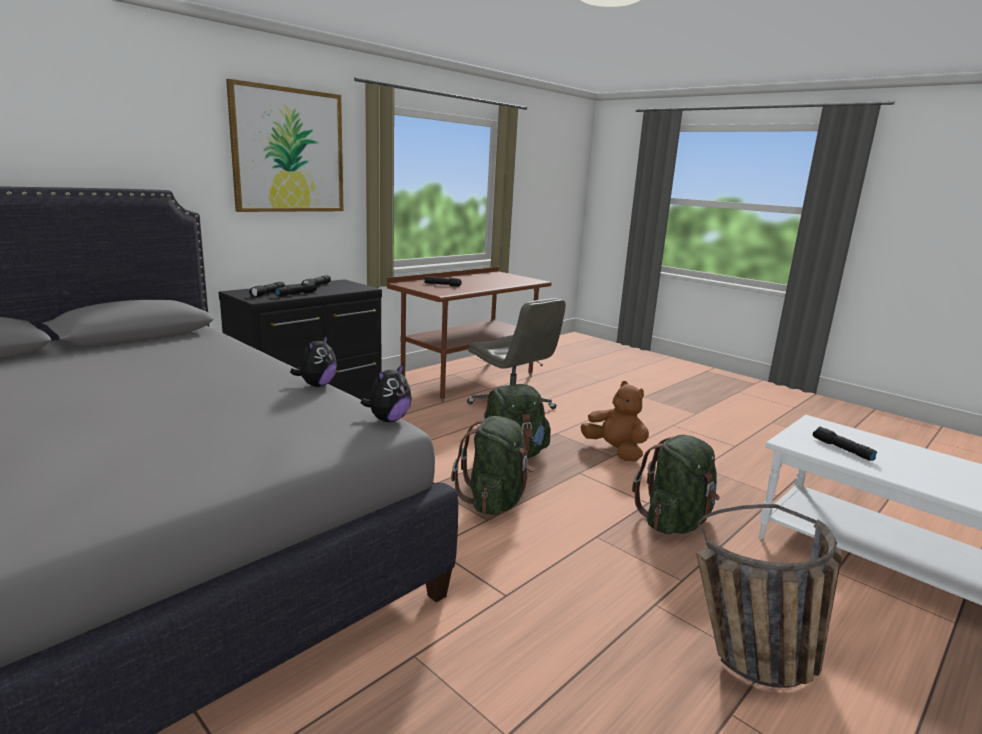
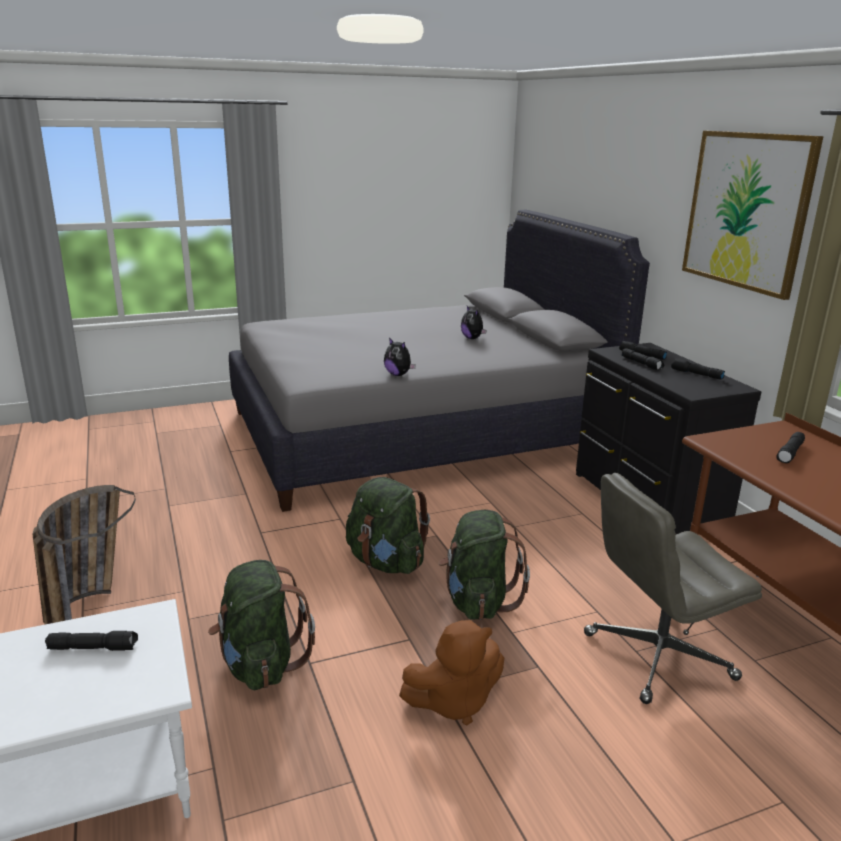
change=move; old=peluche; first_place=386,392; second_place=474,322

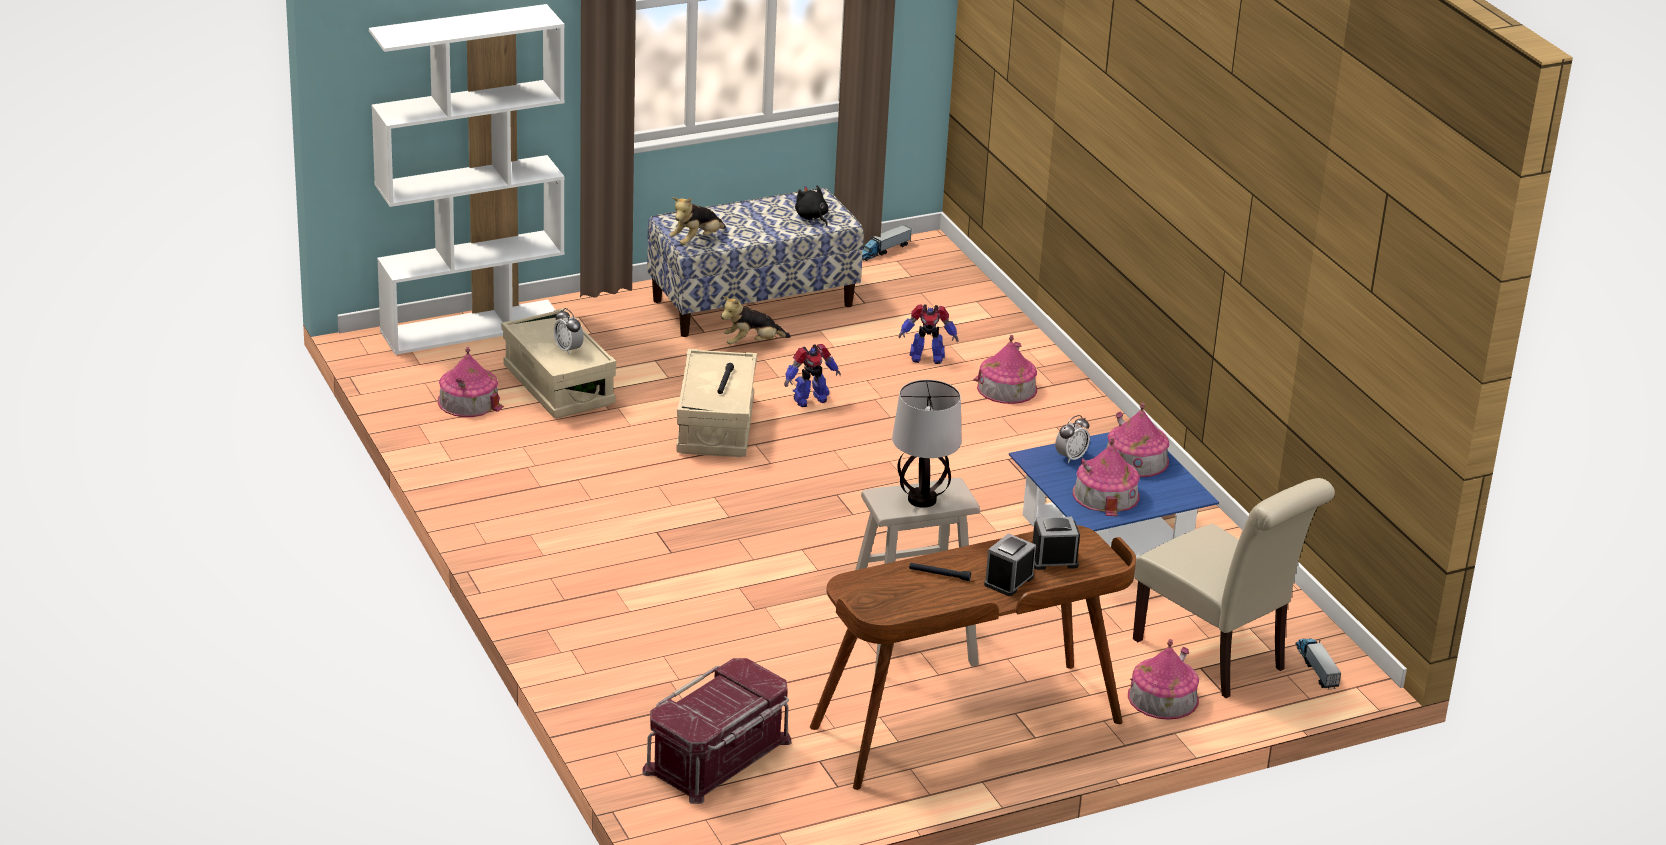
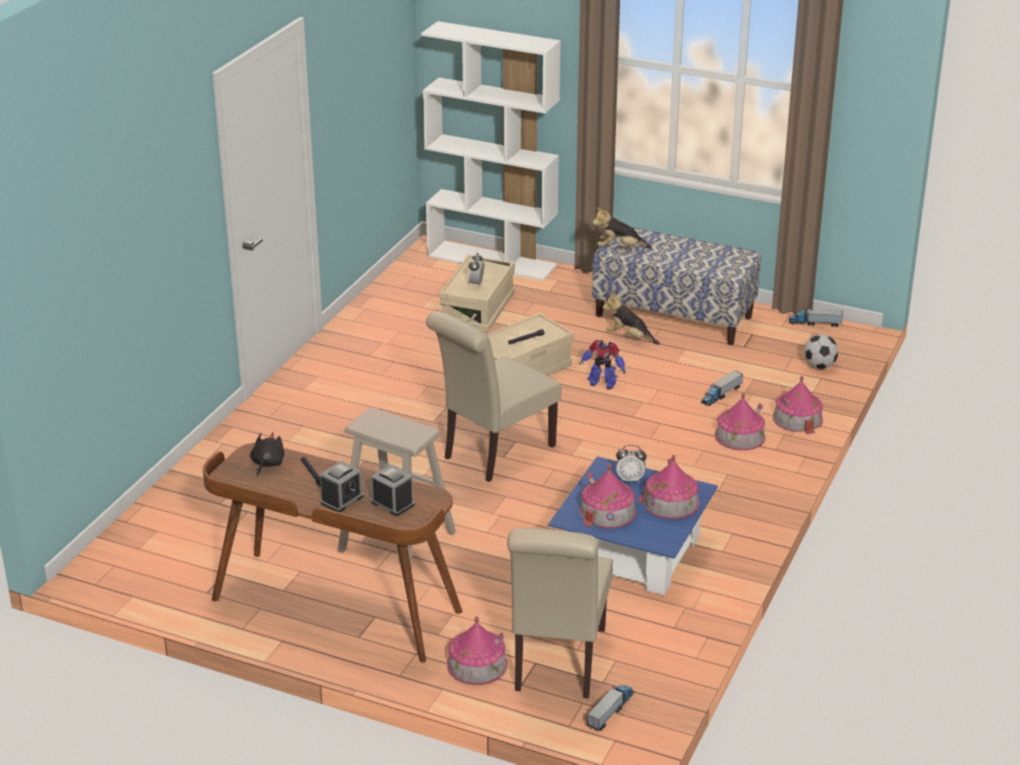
change=move; old=maison miniature; first_place=471,382; second_place=798,405
change=delete; old=boîte de rangement (rouge); first_place=717,731
change=move; old=peluche (noir); first_place=812,205; second_place=267,454
change=delete; old=lampe de table; first_place=926,444
change=replace; old=robot jouet; new=camion jouet; first_place=928,334; second_place=722,388
change=rotate; old=réveil; first_place=1010,564; second_place=342,486; degrees=135
change=insert; new=chaise (beige); second_place=494,396
change=insert; new=ballon de foot; second_place=821,351

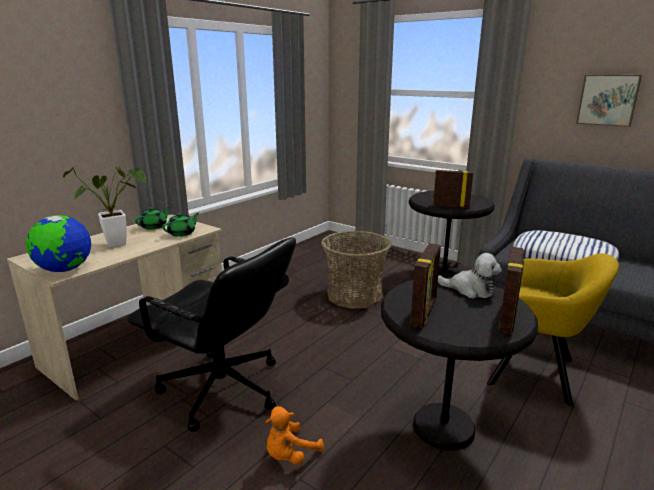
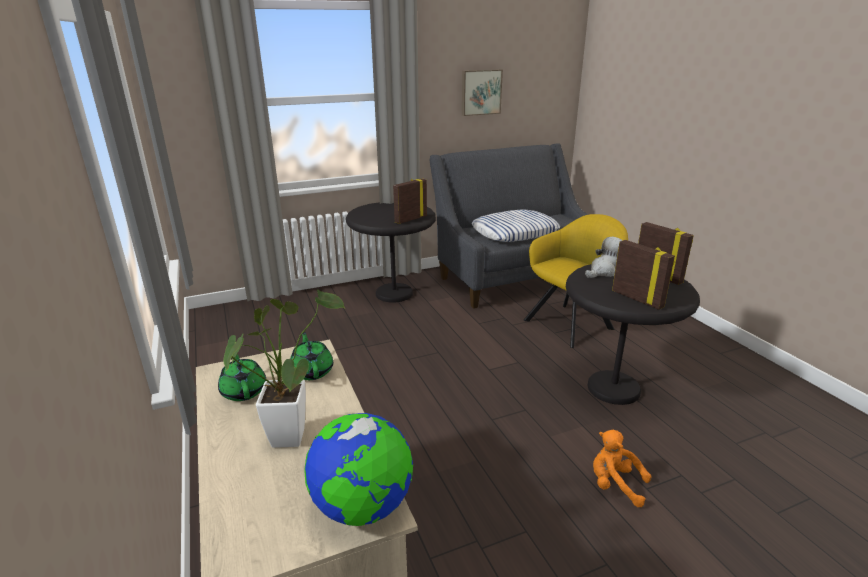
change=delete; old=chaise de bureau (noir); first_place=211,334
change=rotate; old=peluche (orange); first_place=294,435; second_place=622,468; degrees=135
change=delete; old=panier; first_place=356,270

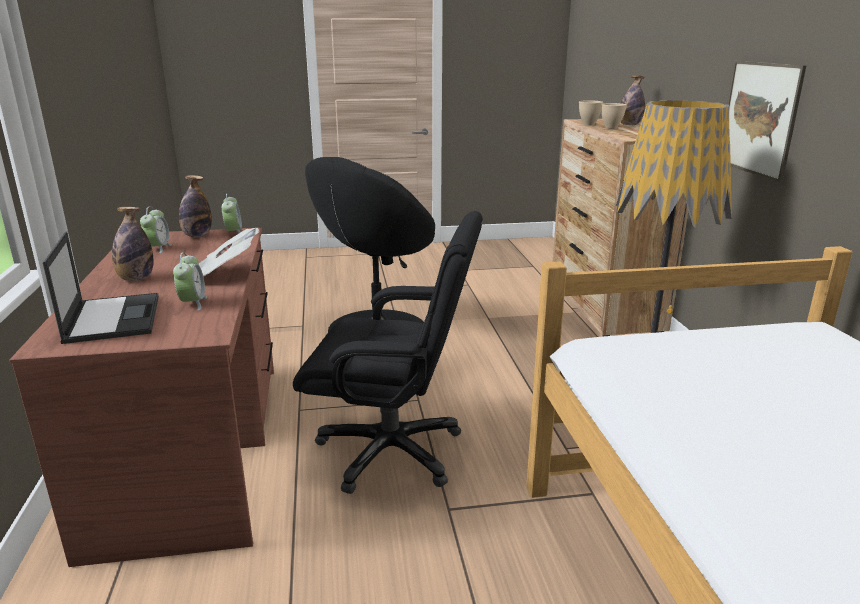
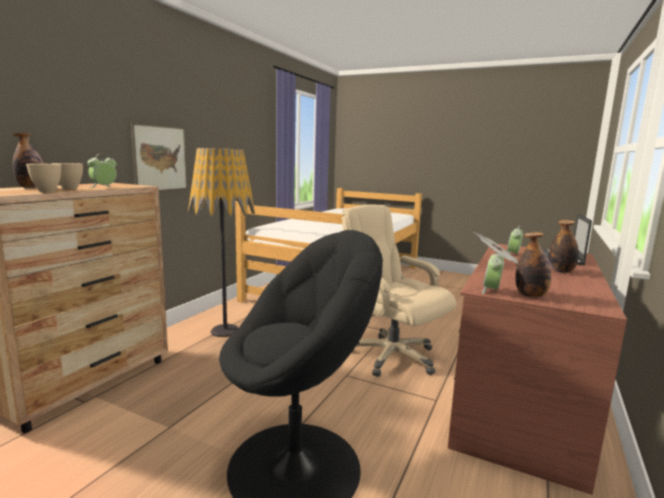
change=move; old=réveil; first_place=156,229; second_place=102,170
change=recolor; old=chaise de bureau (noir); new=chaise de bureau (beige); first_place=388,352; second_place=399,291

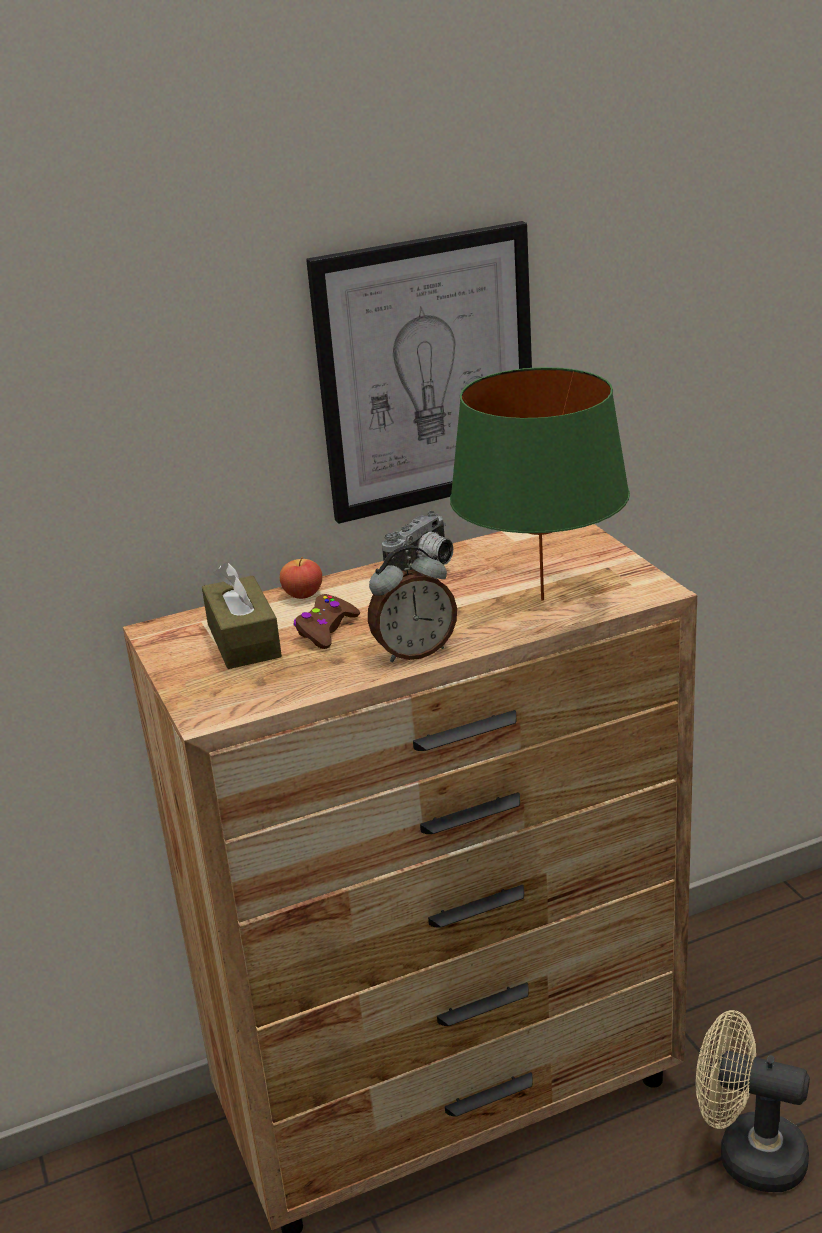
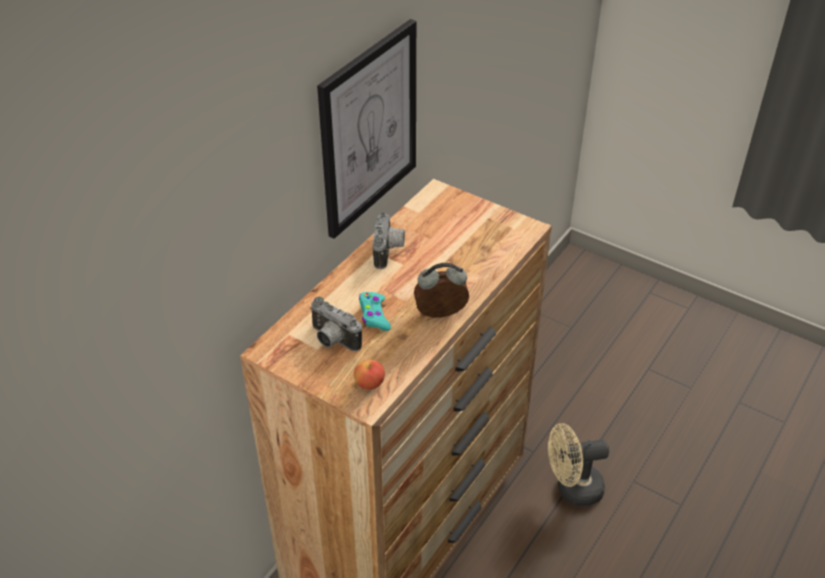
change=replace; old=boîte à mouchoirs (marron); new=appareil photo; first_place=242,615; second_place=335,324
change=move; old=pomme; first_place=301,578; second_place=369,375
change=recolor; old=manette (marron); new=manette (turquoise); first_place=327,621; second_place=375,311
change=rotate; old=réveil; first_place=412,603; second_place=441,290; degrees=-135
change=delete; old=lampe de table (vert); first_place=540,484

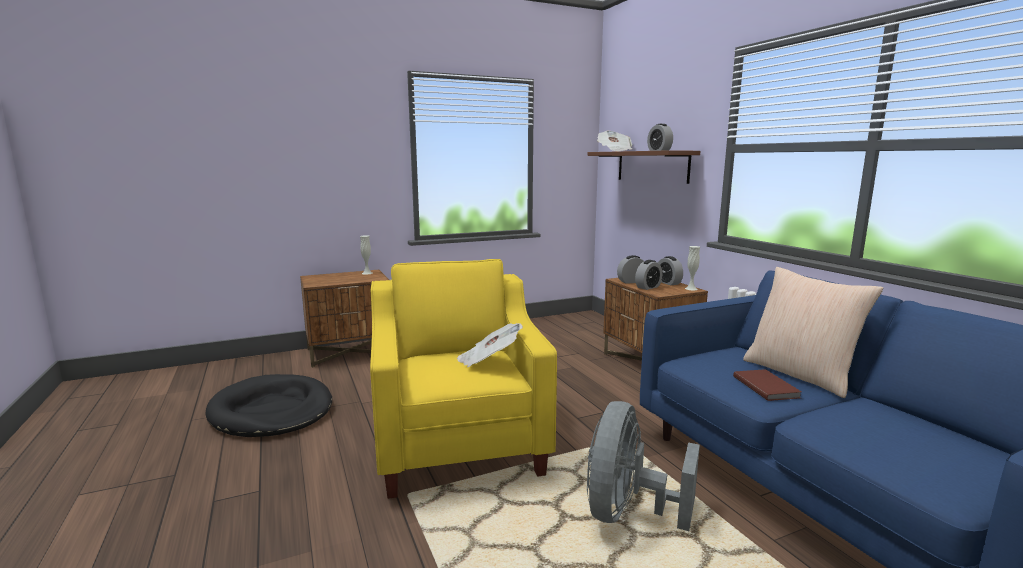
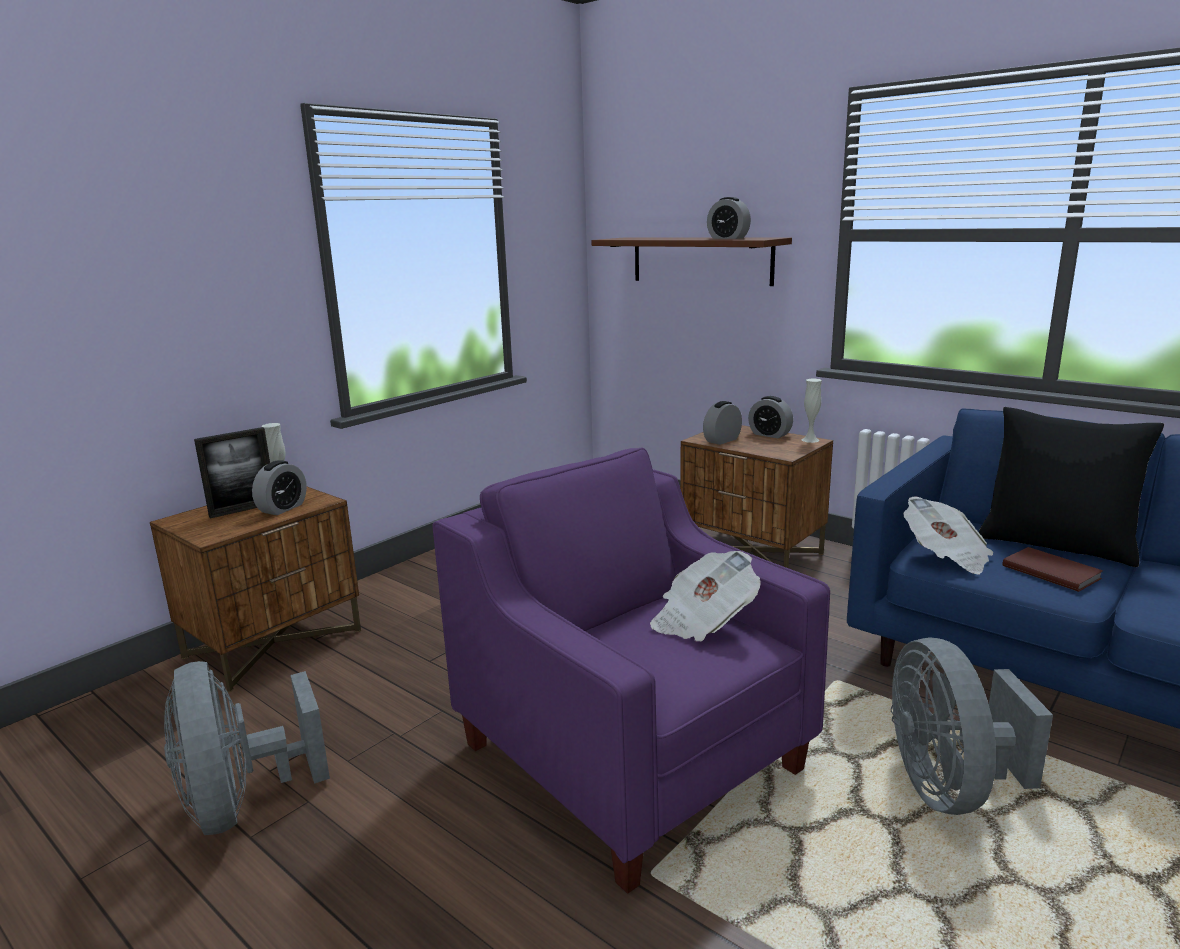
change=replace; old=panier pour chien (noir); new=ventilateur (gris); first_place=269,405; second_place=247,748
change=recolor; old=fauteuil (jaune); new=fauteuil (violet); first_place=463,379; second_place=631,670
change=move; old=journal; first_place=614,141; second_place=948,535
change=move; old=réveil; first_place=648,275; second_place=279,487
change=recolor; old=coussin (beige); new=coussin (noir); first_place=813,332; second_place=1071,487
change=insert; new=cadre photo; second_place=232,473

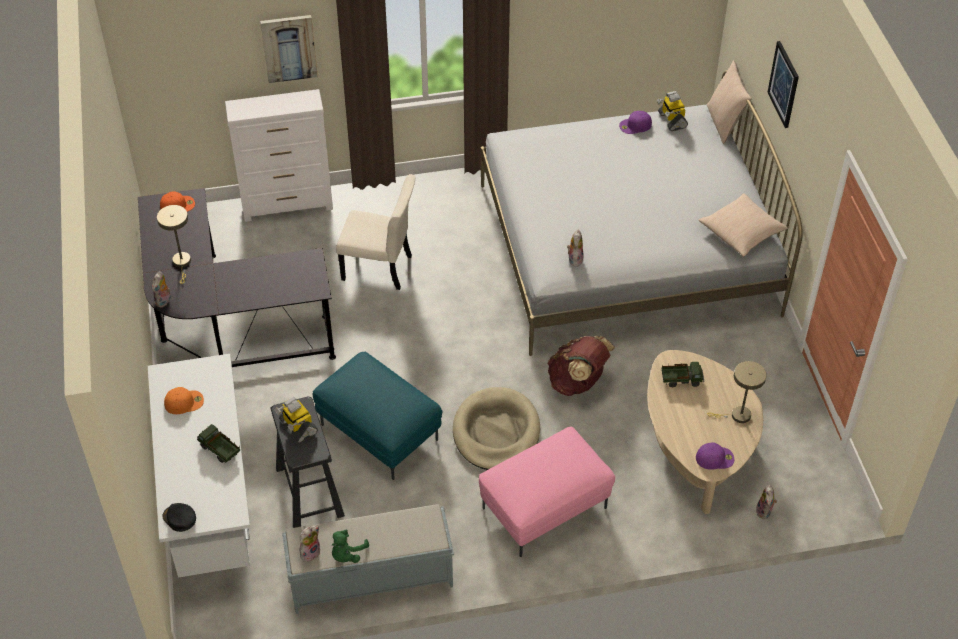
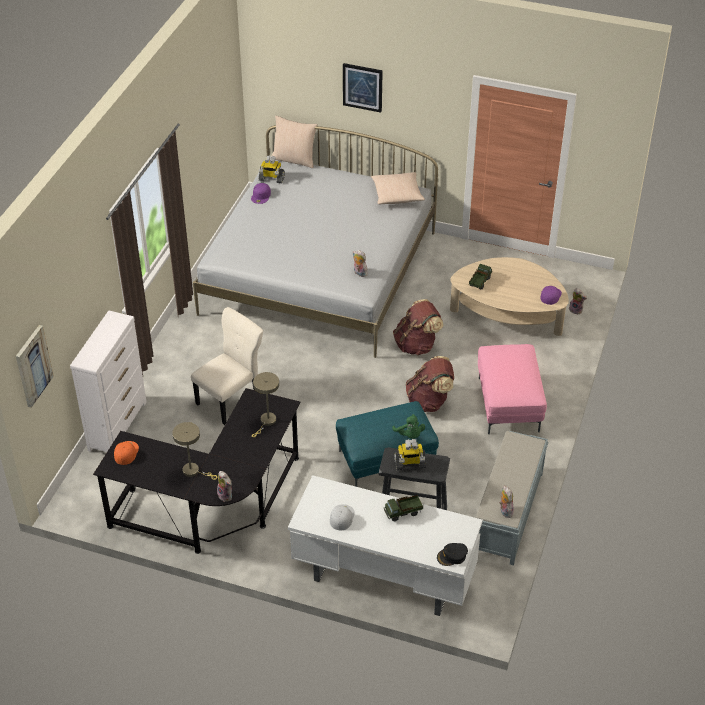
change=recolor; old=casquette (orange); new=casquette (blanc); first_place=184,400; second_place=342,517
change=move; old=tableau; first_place=289,49; second_place=35,366
change=move; old=peluche (vert); first_place=350,546; second_place=408,426
change=replace; old=panier pour chien (beige); new=sac à dos (marron); first_place=496,428; second_place=430,384
change=move; old=lampe de table (beige); first_place=737,392; second_place=265,404

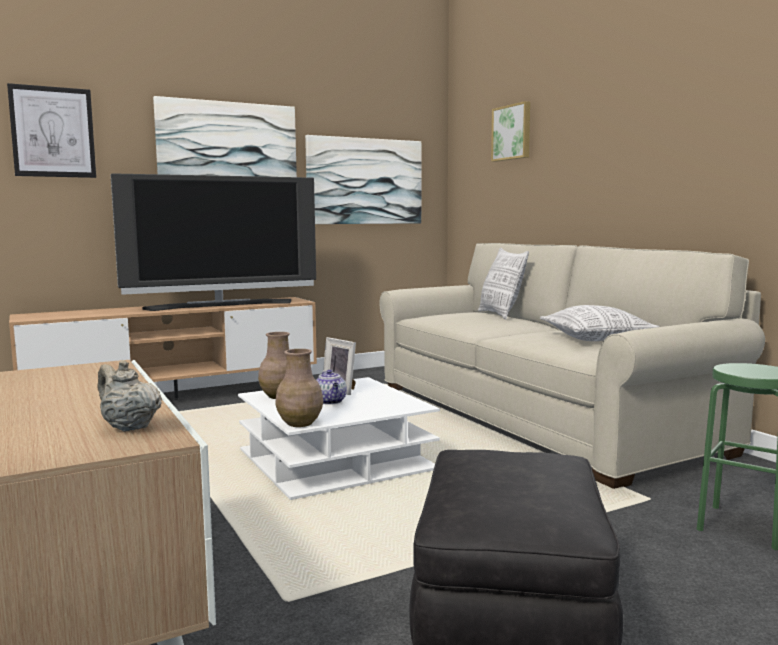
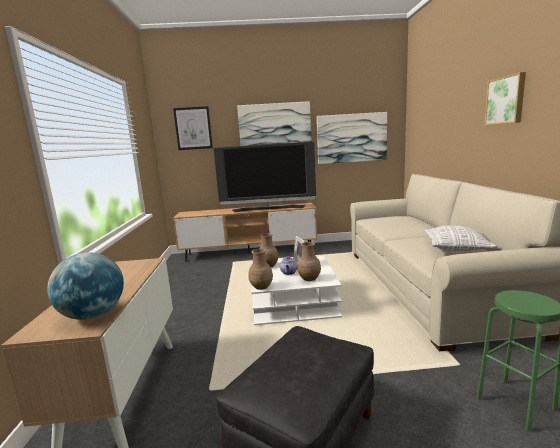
change=replace; old=théière (beige); new=globe; first_place=129,396; second_place=85,286
change=delete; old=coussin; first_place=503,284
change=move; old=tableau; first_place=510,131; second_place=505,98
change=insert; new=vase (marron); second_place=309,261

